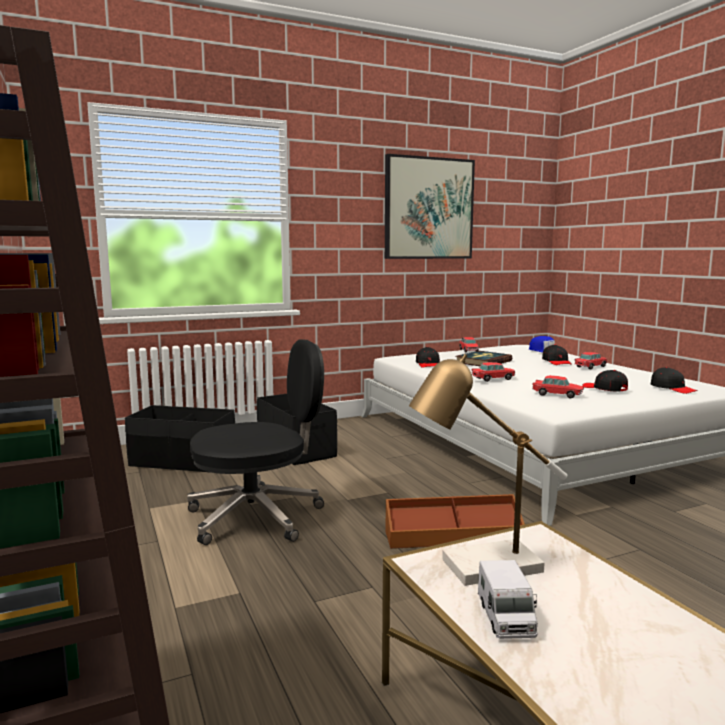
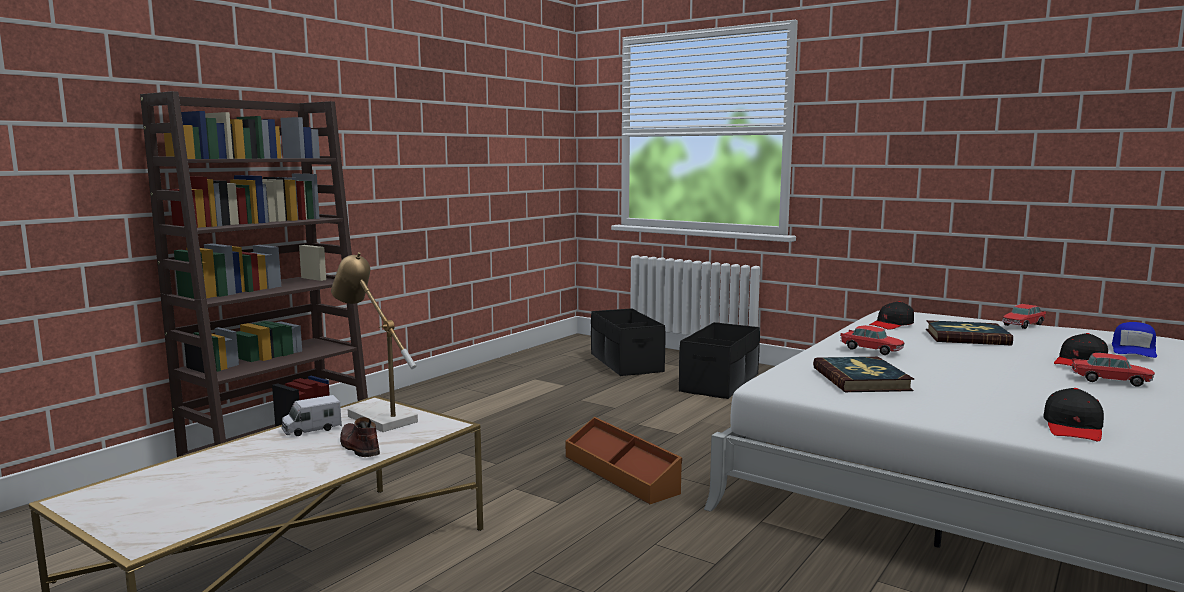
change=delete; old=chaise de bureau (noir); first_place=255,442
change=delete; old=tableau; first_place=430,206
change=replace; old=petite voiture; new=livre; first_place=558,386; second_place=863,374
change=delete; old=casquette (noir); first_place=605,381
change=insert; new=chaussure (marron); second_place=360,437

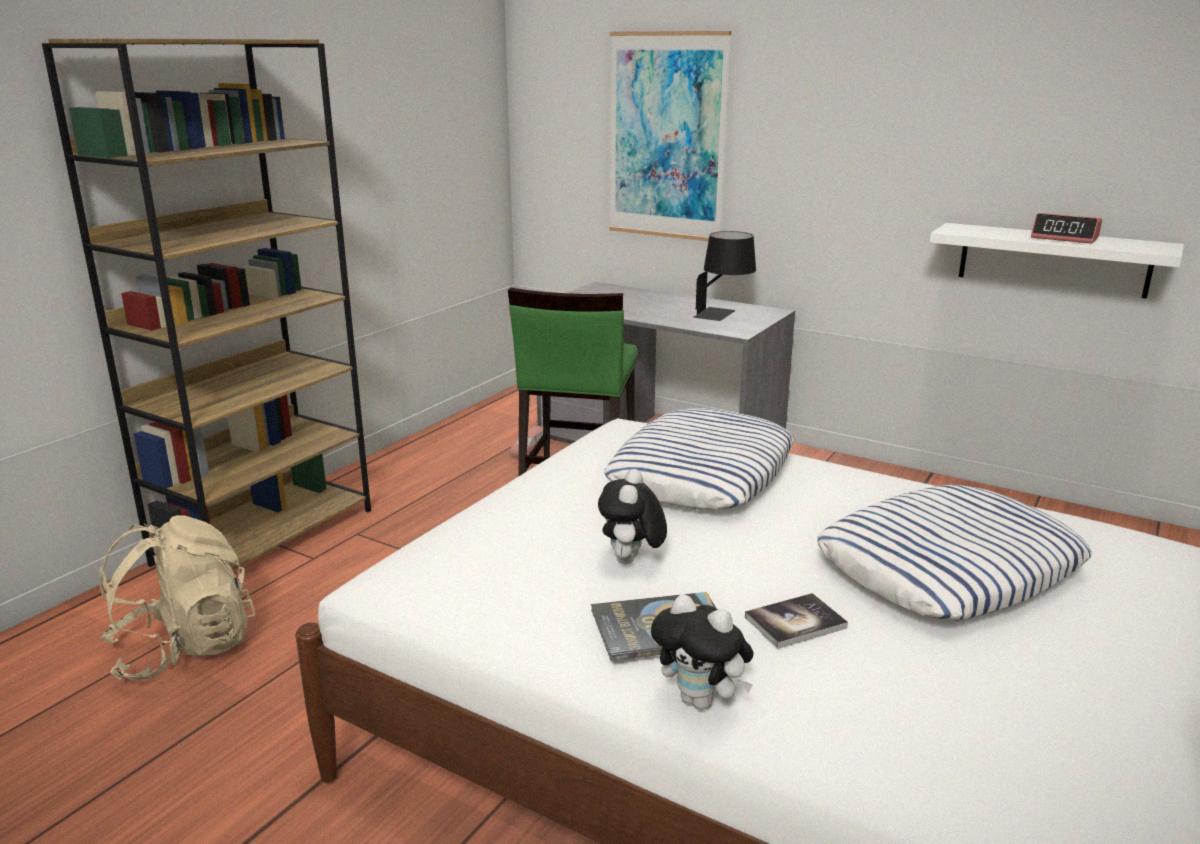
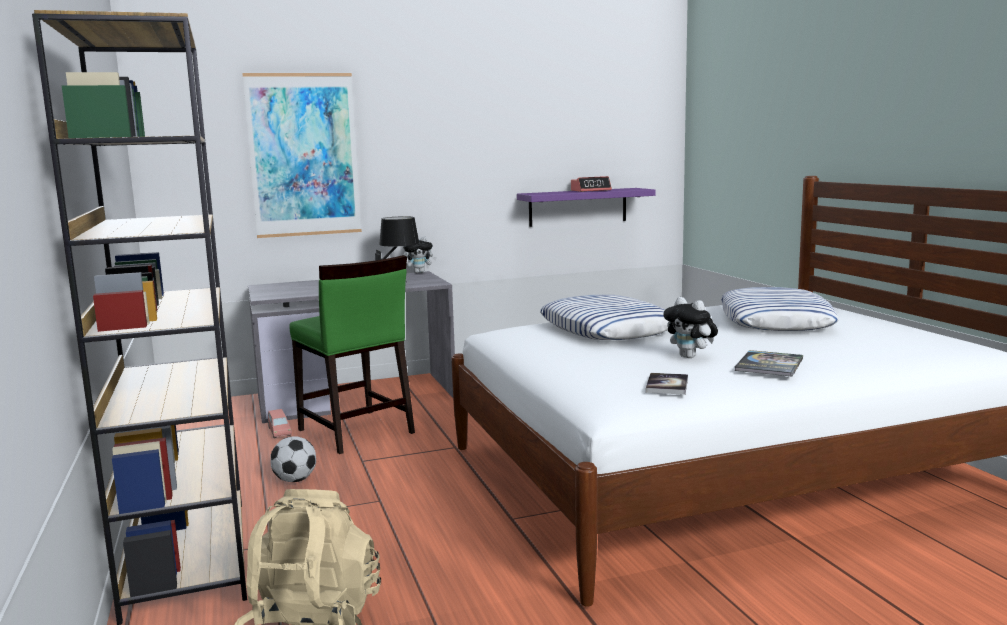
change=move; old=peluche; first_place=702,651; second_place=420,254
change=move; old=livre; first_place=796,621; second_place=667,384
change=recolor; old=étagère (blanc); new=étagère (violet); first_place=1057,261; second_place=586,207
change=insert; new=ballon de foot; second_place=293,459

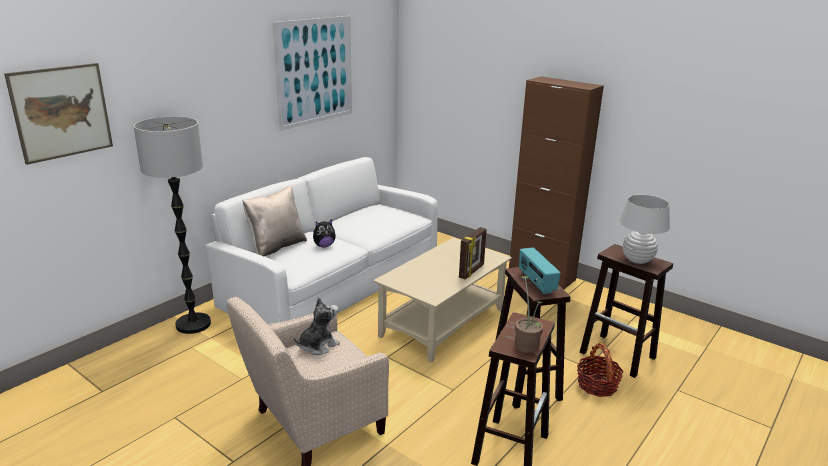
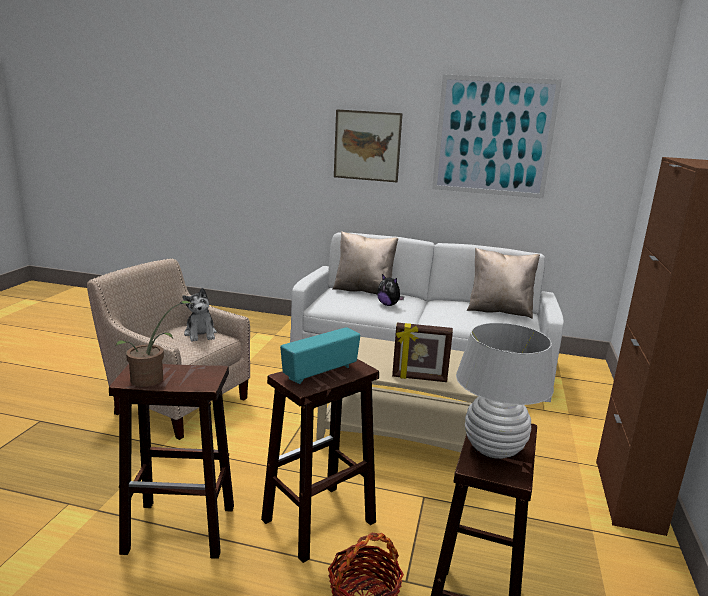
change=move; old=tableau; first_place=58,114; second_place=368,145
change=delete; old=lampadaire; first_place=172,225
change=rotate; old=peluche; first_place=316,326; second_place=199,315; degrees=45
change=insert; new=coussin (beige); second_place=503,283

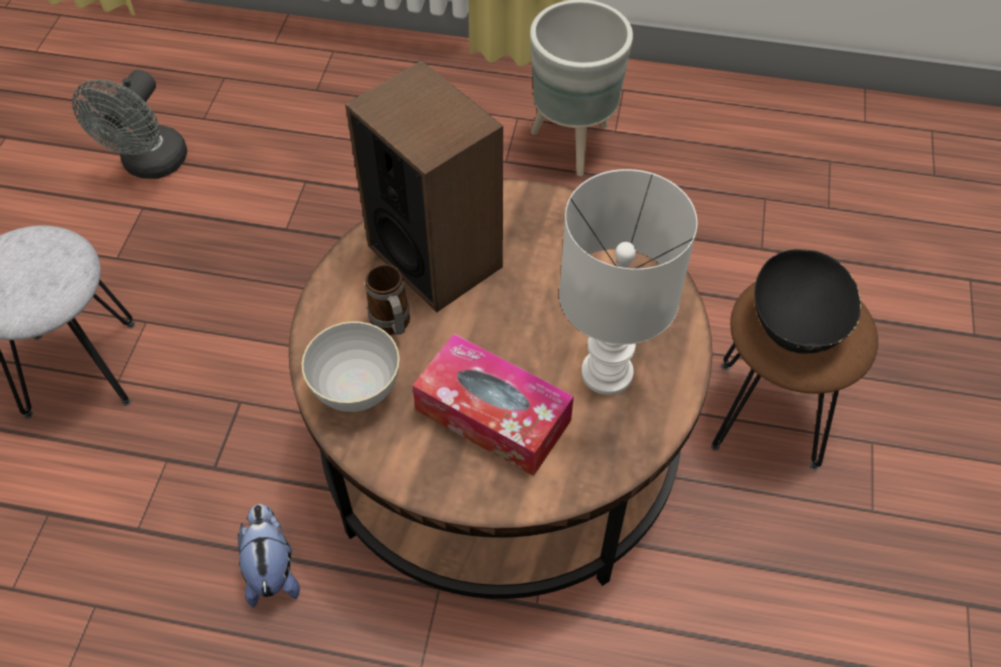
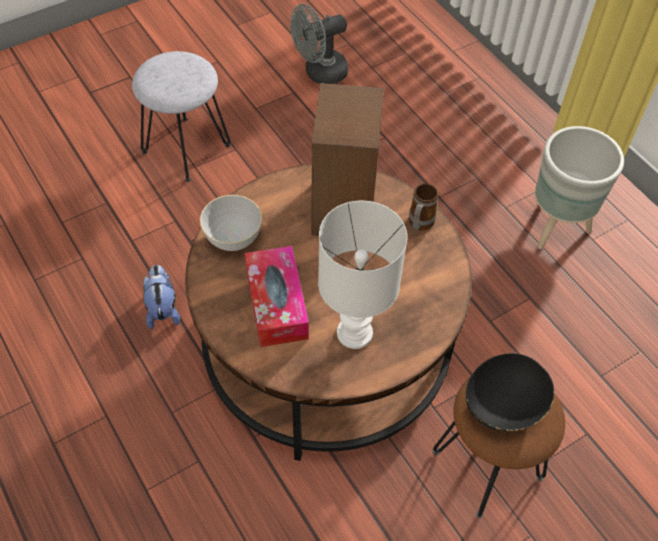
change=rotate; old=peluche; first_place=269,556; second_place=161,297; degrees=-45
change=move; old=mug; first_place=387,299; second_place=423,207

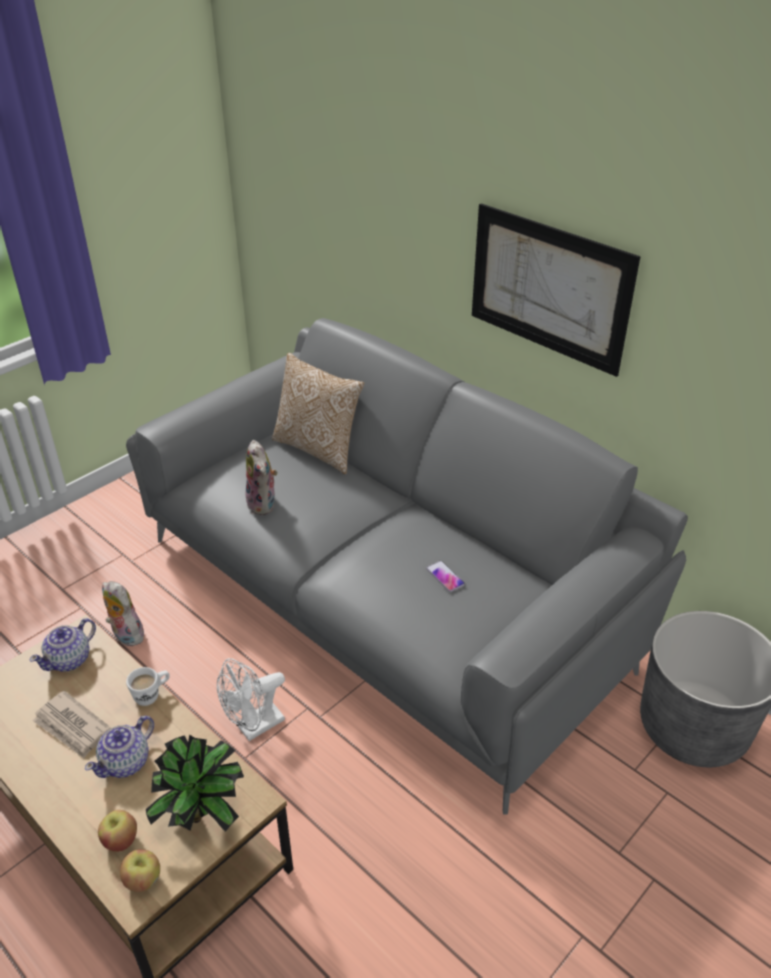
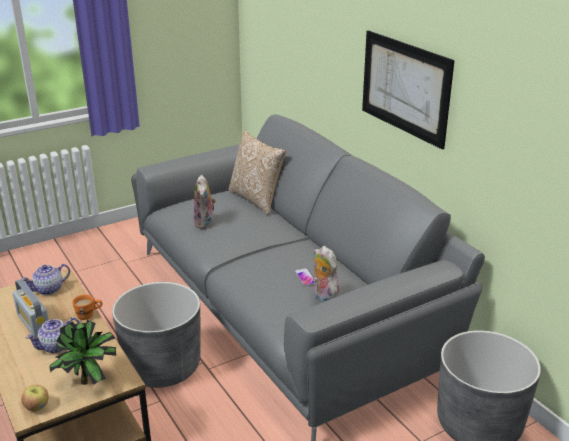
change=replace; old=journal; new=radio; first_place=71,724; second_place=31,308
change=delete; old=pomme; first_place=117,831
change=move; old=peluche; first_place=123,613; second_place=326,274
change=recolor; old=mug (blanc); new=mug (orange); first_place=148,686; second_place=87,307
change=replace; old=ventilateur (blanc); new=cache-pot (gris); first_place=251,699; second_place=156,335

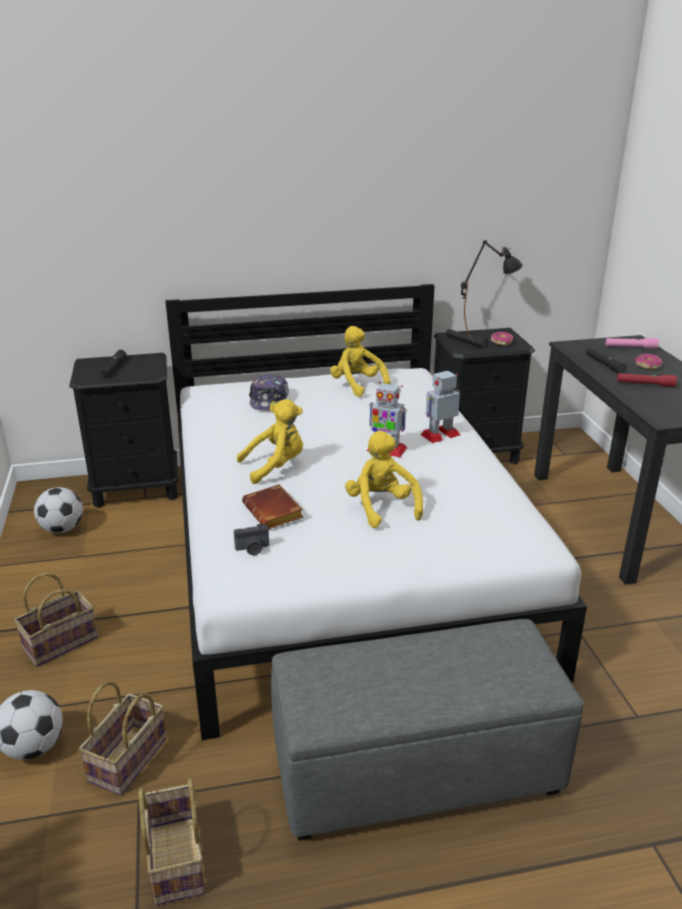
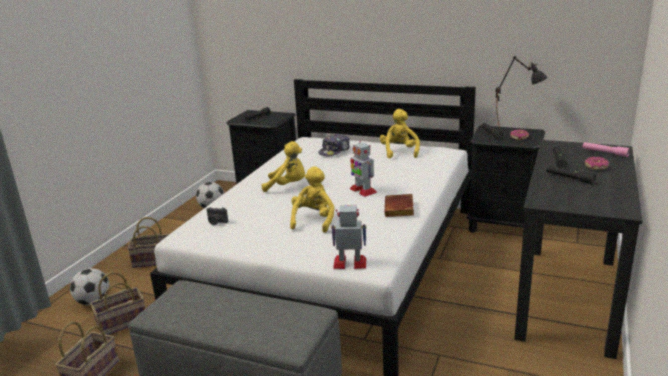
change=move; old=livre (marron); first_place=272,506; second_place=399,205
change=move; old=robot jouet; first_place=440,407; second_place=348,237
change=recolor; old=lampe de poche (rouge); new=lampe de poche (noir); first_place=647,380; second_place=571,174

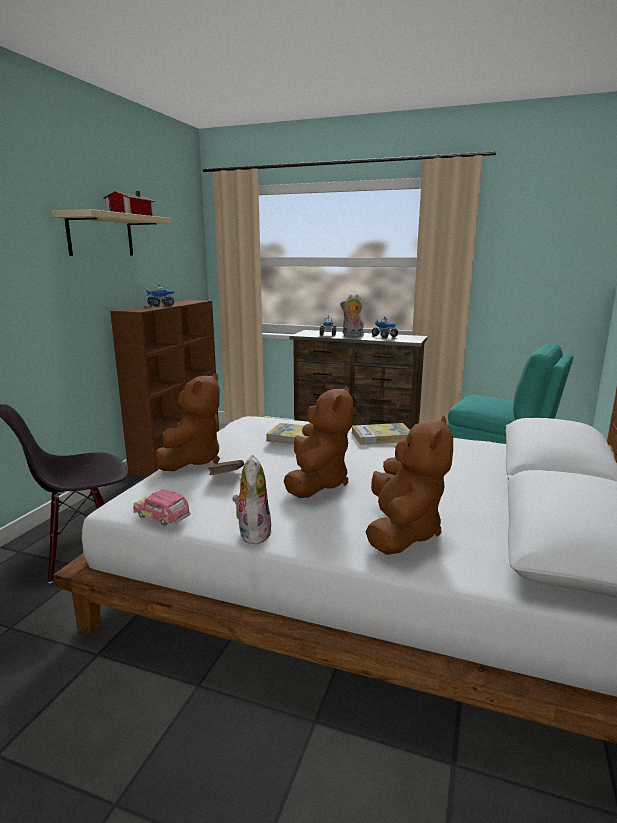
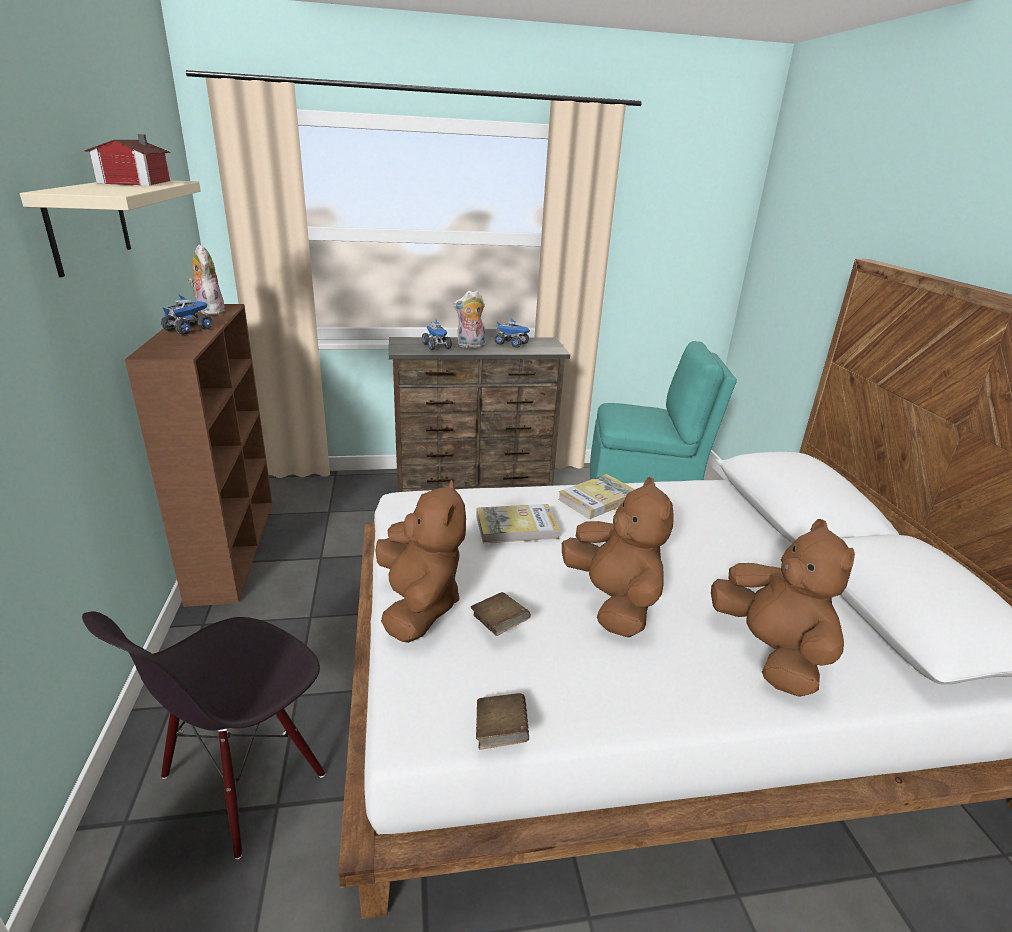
change=replace; old=petite voiture; new=livre (marron); first_place=162,507; second_place=502,721
change=move; old=peluche; first_place=252,499; second_place=206,279

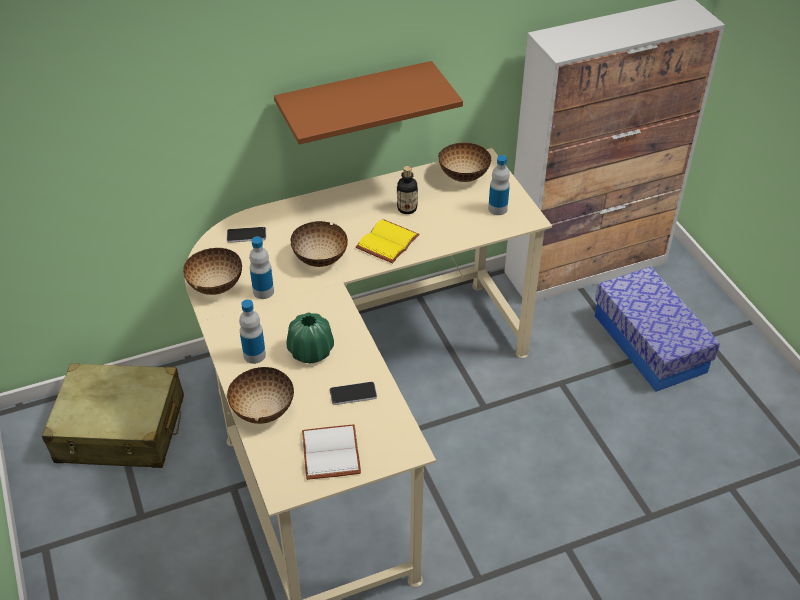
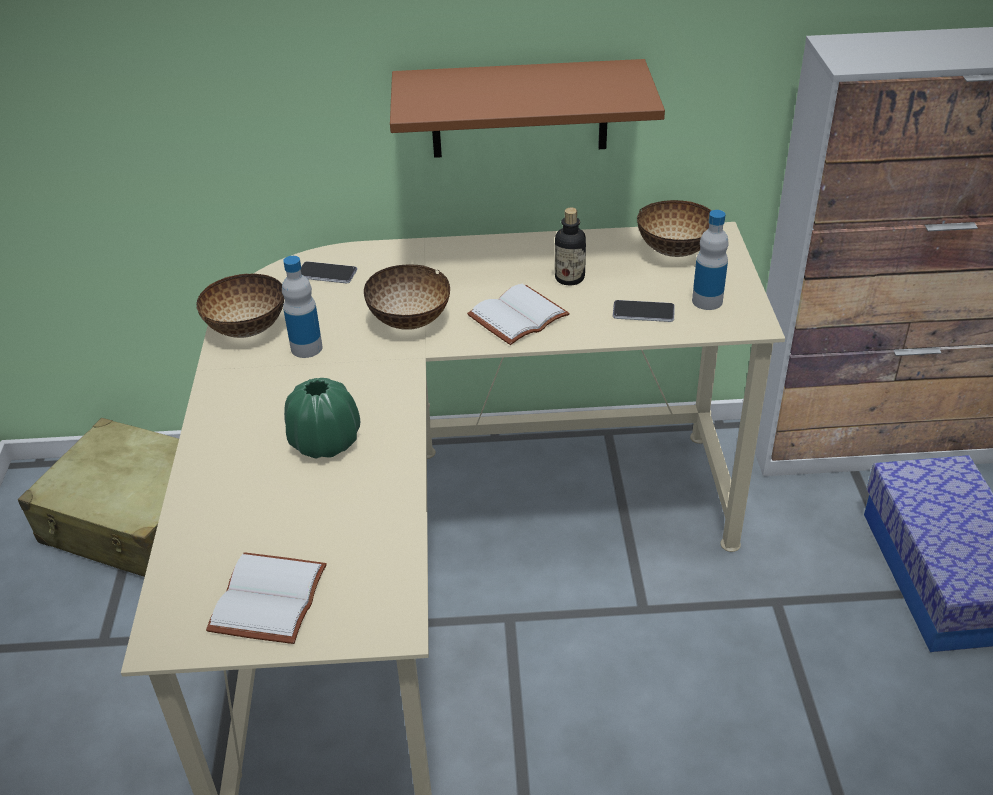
change=delete; old=bol; first_place=260,395
change=delete; old=bouteille; first_place=252,332
change=move; old=téléphone; first_place=353,393; second_place=644,311
change=recolor; old=livre (jaune); new=livre (blanc); first_place=388,241; second_place=518,314

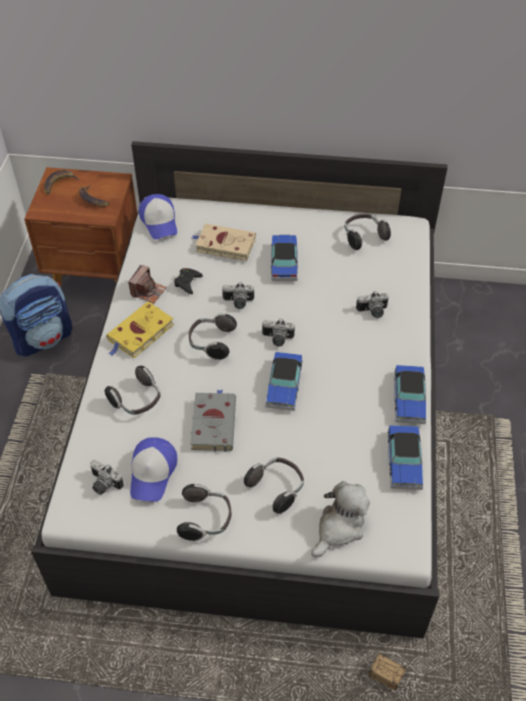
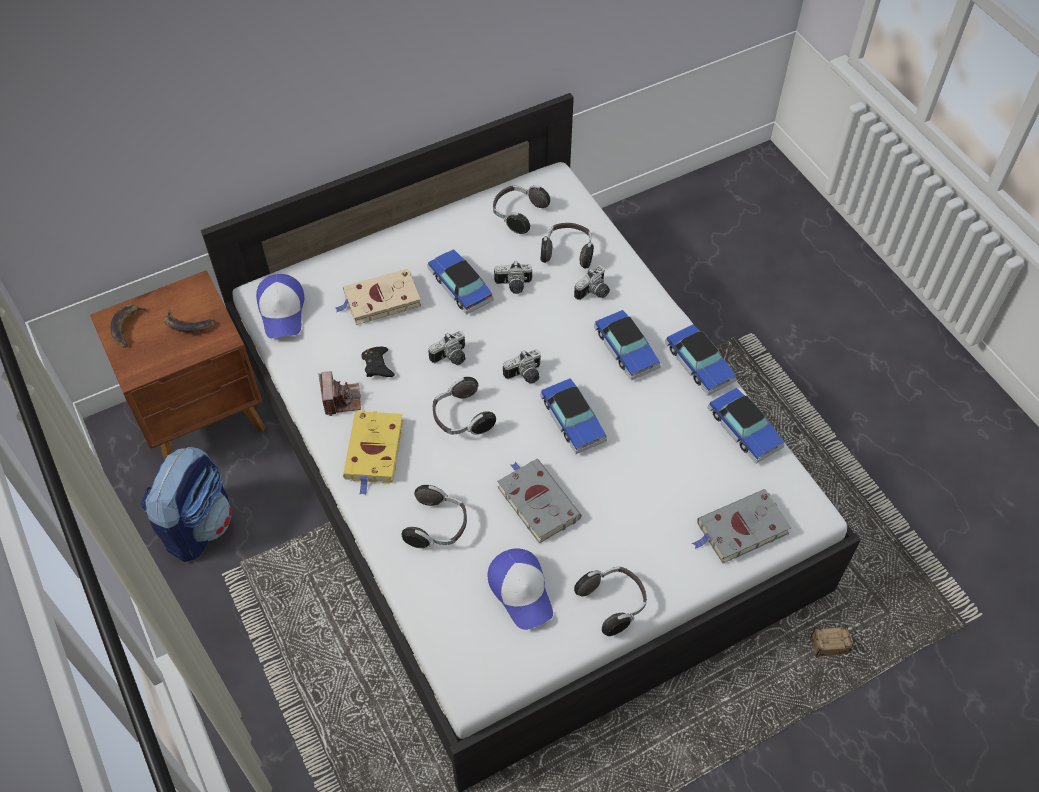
change=move; old=appareil photo; first_place=107,477; second_place=513,277
change=rotate; old=casquette; first_place=158,216; second_place=280,306; degrees=45
change=move; old=casque audio; first_place=274,485; second_place=567,246
change=replace; old=peluche; new=livre (gris); first_place=340,519; second_place=741,526
change=insert; new=petite voiture; second_place=627,345

